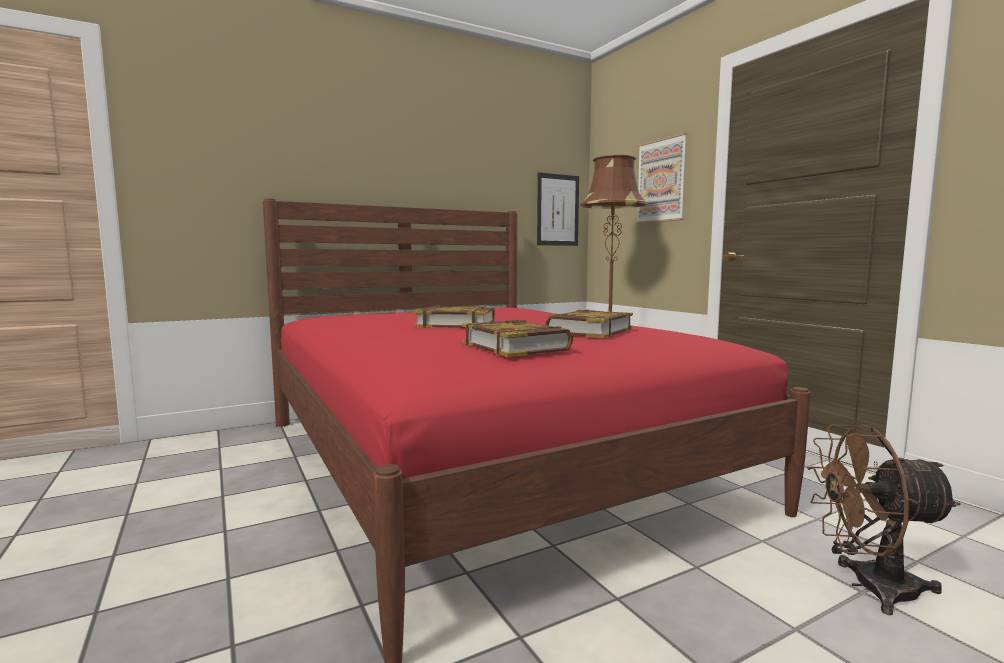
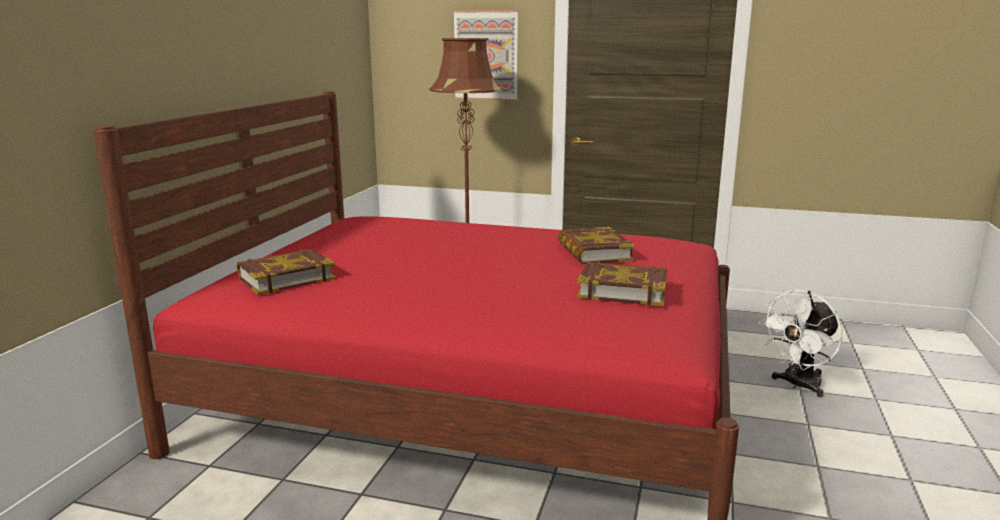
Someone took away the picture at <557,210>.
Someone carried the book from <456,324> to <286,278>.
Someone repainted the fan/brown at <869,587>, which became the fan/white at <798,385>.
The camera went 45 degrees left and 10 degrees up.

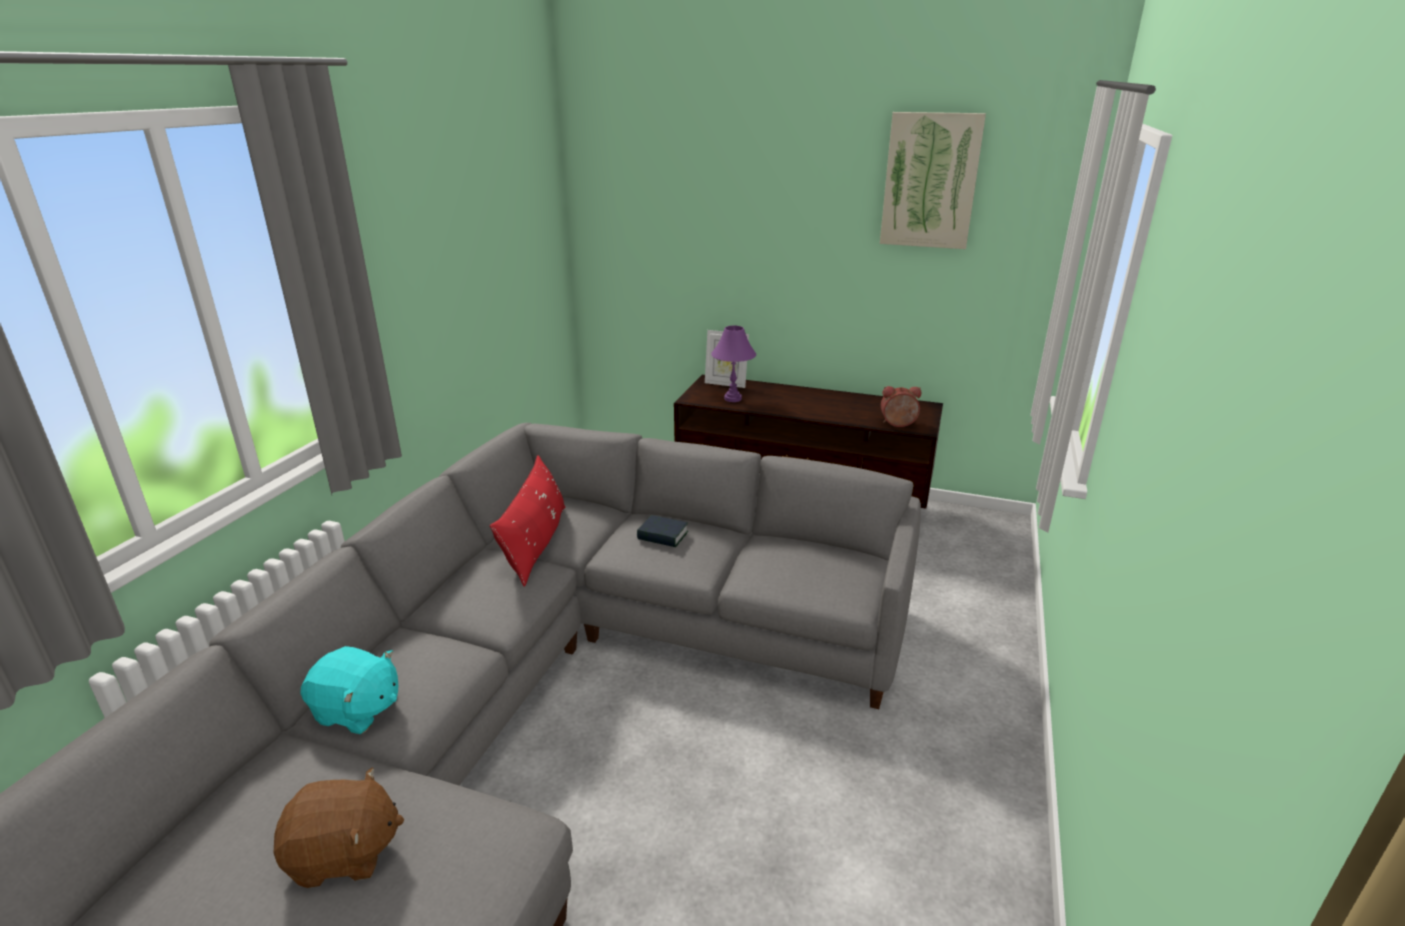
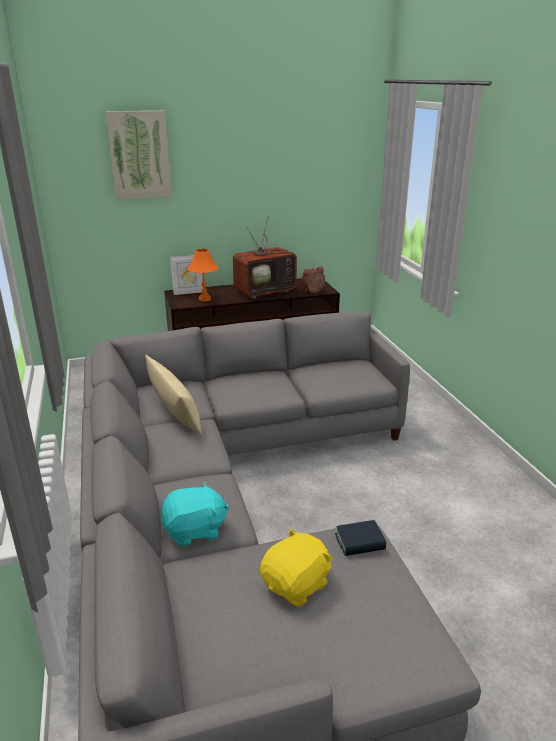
Someone carried the picture from <930,181> to <139,155>.
Someone repainted the table lamp/purple at <732,398>, which became the table lamp/orange at <204,299>.
Someone repainted the pillow/red at <536,543>, which became the pillow/beige at <175,412>.
Someone carried the book from <663,536> to <360,542>.
Someone repainted the plush toy/brown at <344,854>, which became the plush toy/yellow at <296,585>.
Someone put down the television at <265,291>.
The camera went 35 degrees left and 0 degrees up.

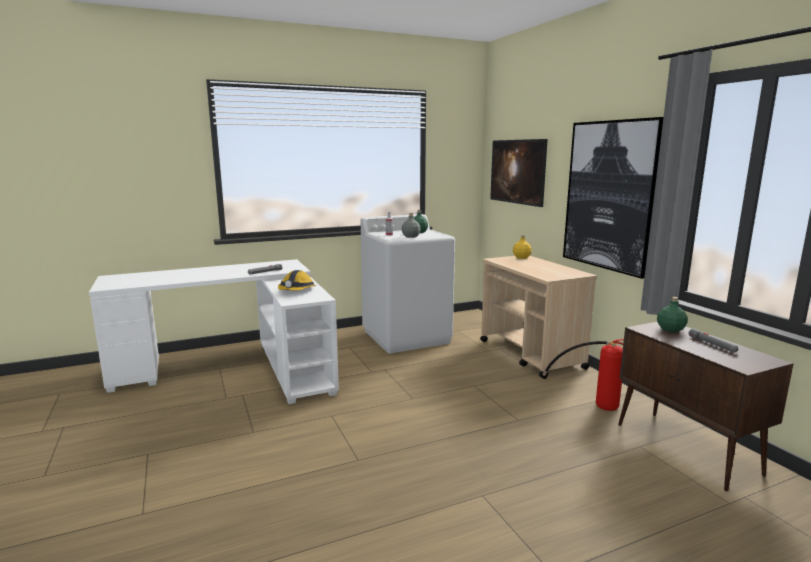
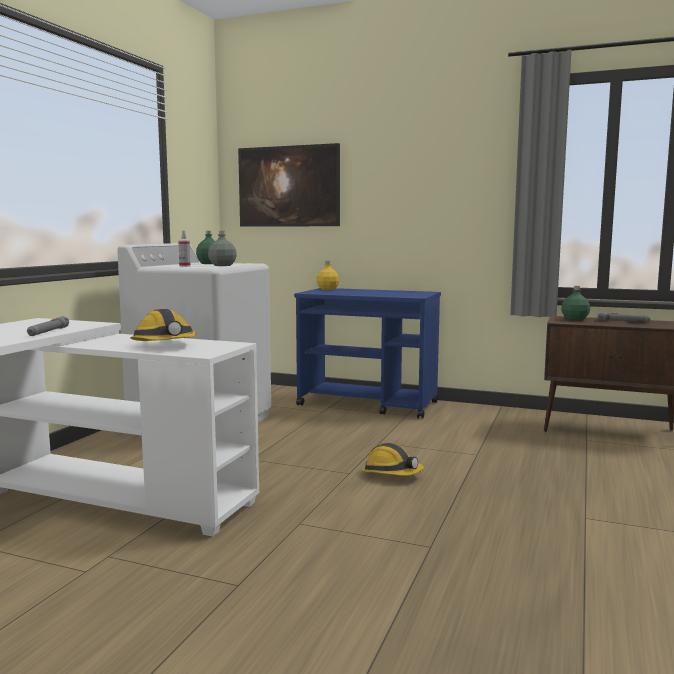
Someone took away the picture at <609,195>.
Someone repainted the cart/beige at <531,354>, which became the cart/blue at <369,404>.
Someone took away the fire extinguisher at <593,403>.
Someone put down the hard hat at <392,474>.
The camera went 45 degrees left and 5 degrees down.

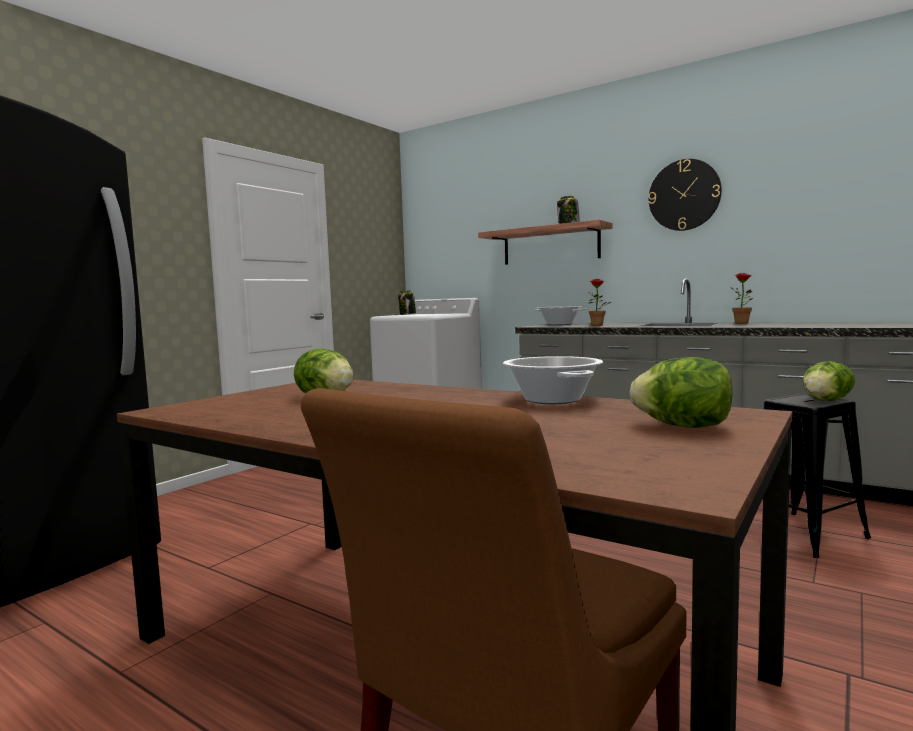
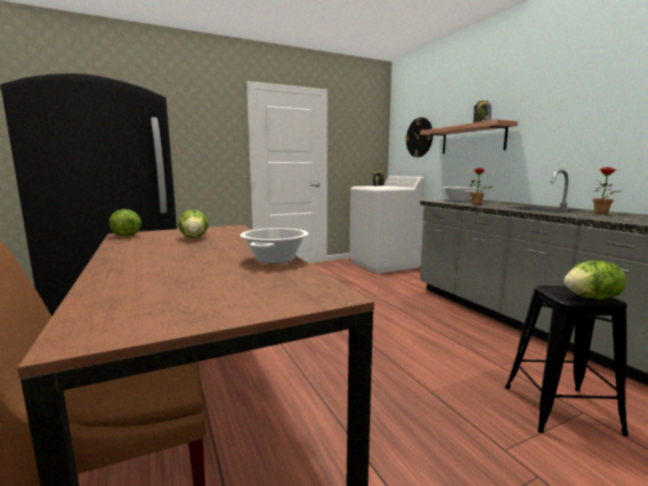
Someone carried the wall clock from <684,195> to <419,137>.
Someone carried the lettuce from <683,427> to <126,236>.
The camera went 30 degrees right and 5 degrees up.

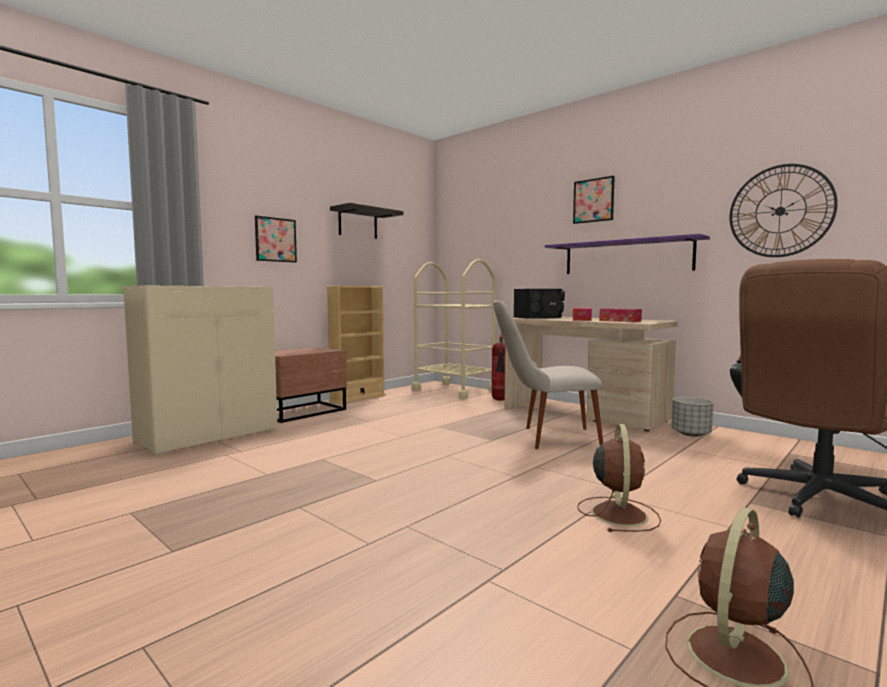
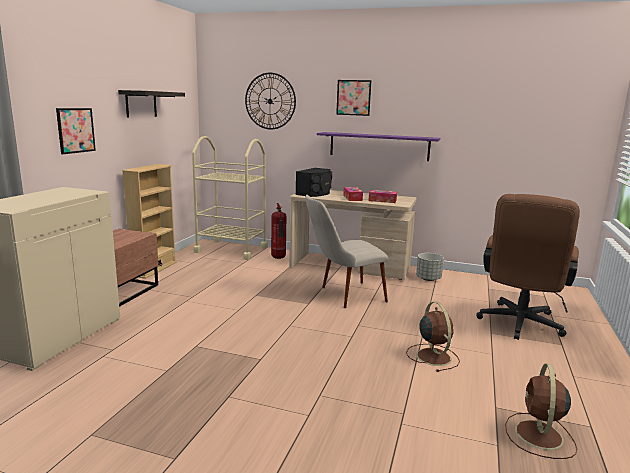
Someone carried the wall clock from <780,211> to <270,101>.
The camera went 25 degrees left and 10 degrees up.

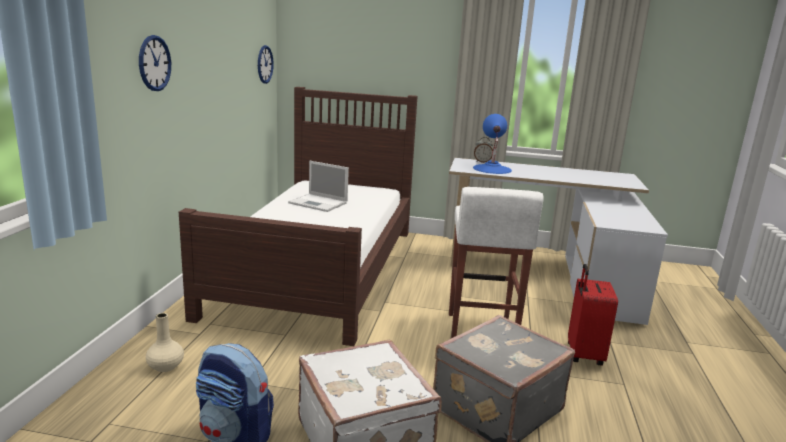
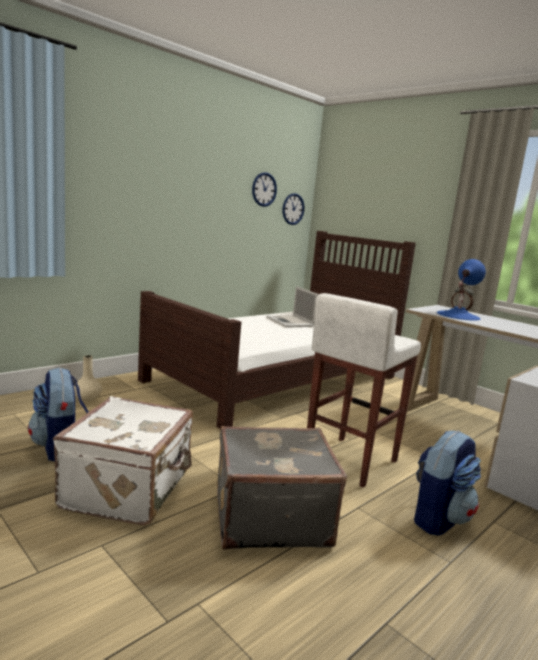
Someone carried the wall clock from <154,63> to <264,189>.
Someone swapped the suitcase/red at <583,355> for the backpack at <438,518>.
The camera went 35 degrees right and 5 degrees down.

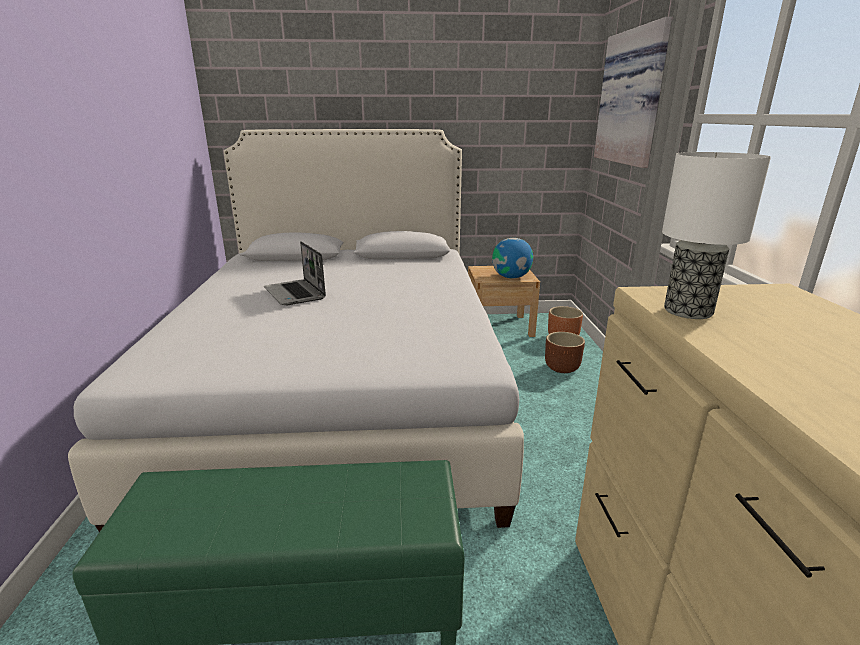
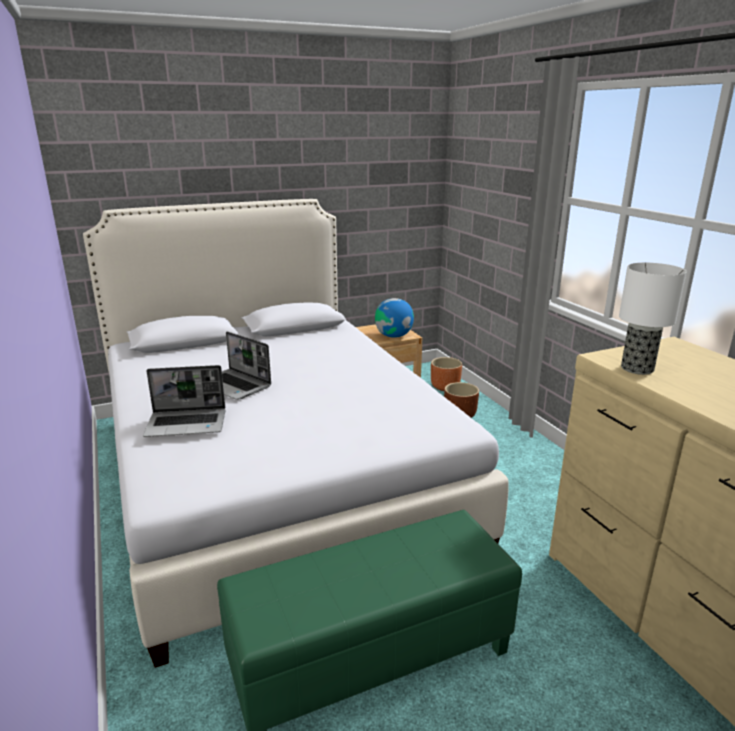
Someone took away the picture at <634,98>.
Someone put down the laptop at <187,424>.
The camera went 20 degrees left and 0 degrees up.

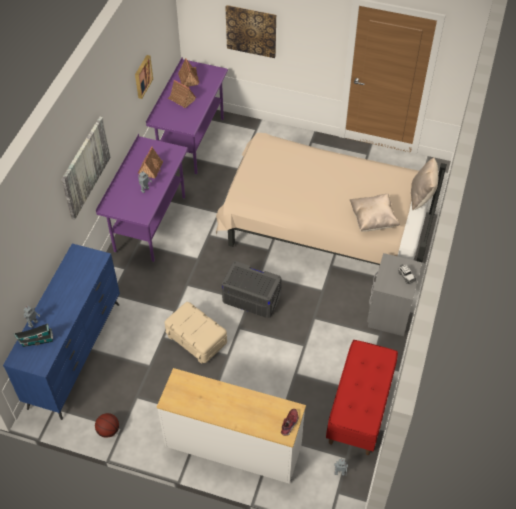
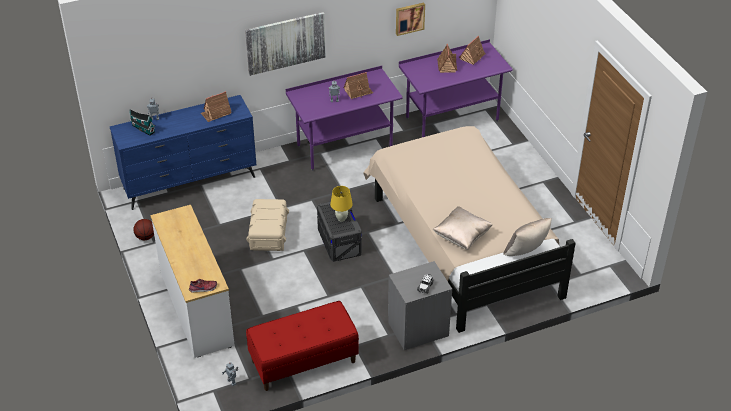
Someone took away the picture at <251,31>.
Someone put down the toy house at <216,113>.
Someone put down the table lamp/yellow at <341,218>.
The camera went 50 degrees right and 10 degrees down.

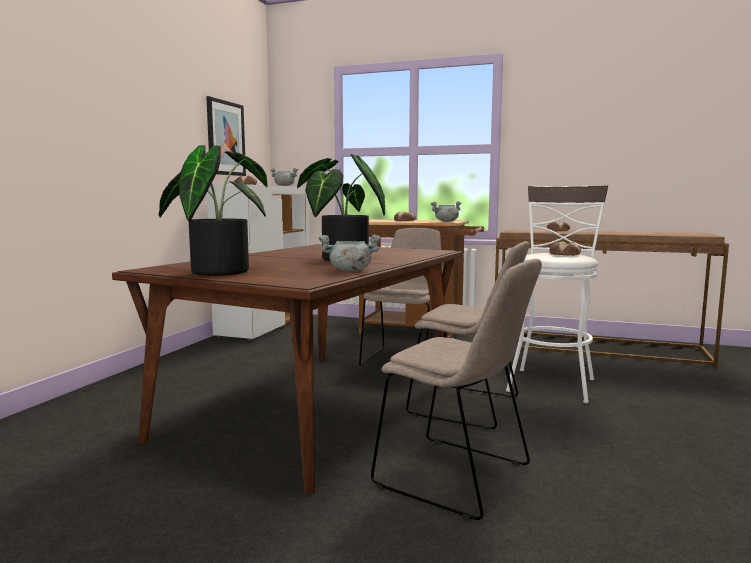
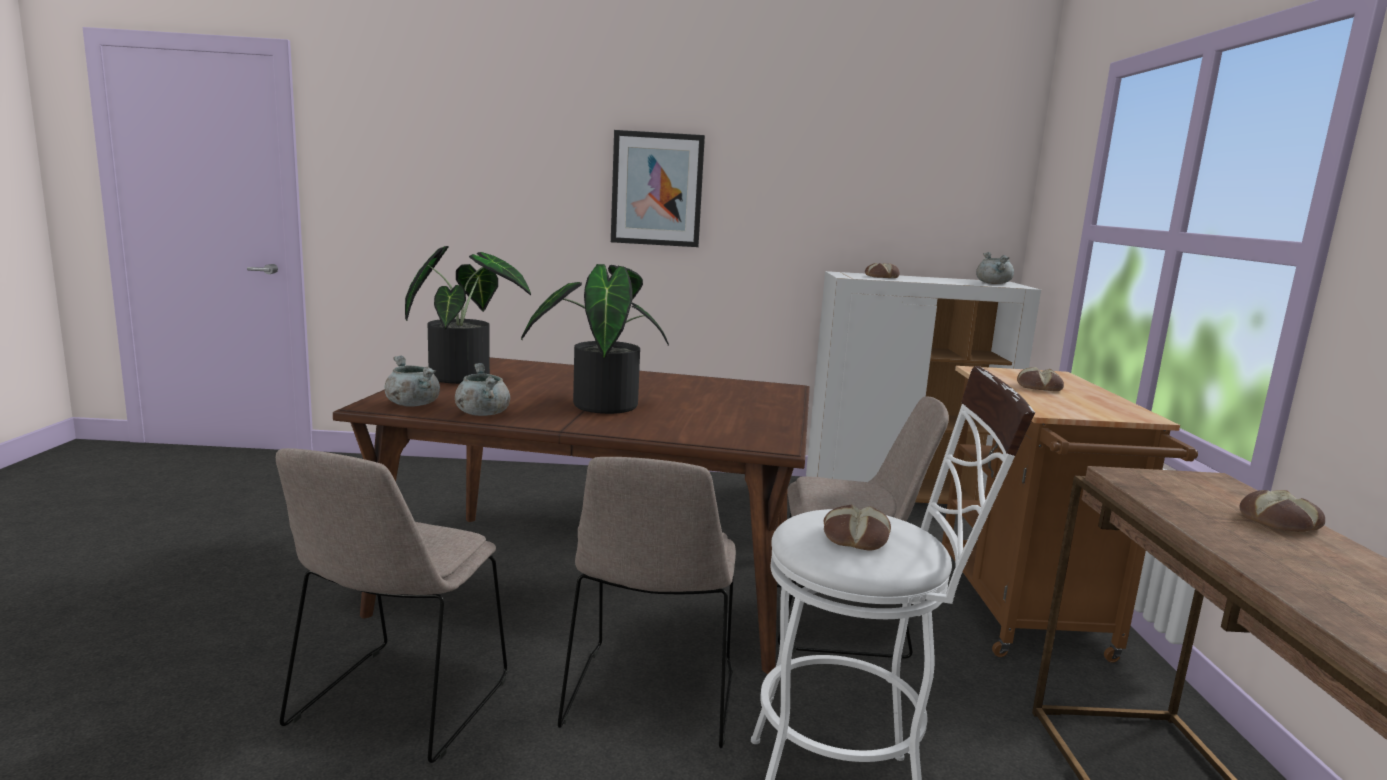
Someone carried the picture from <225,138> to <657,189>.
Someone carried the cooking pot/grey from <446,221> to <412,404>.
The camera went 70 degrees right and 5 degrees up.

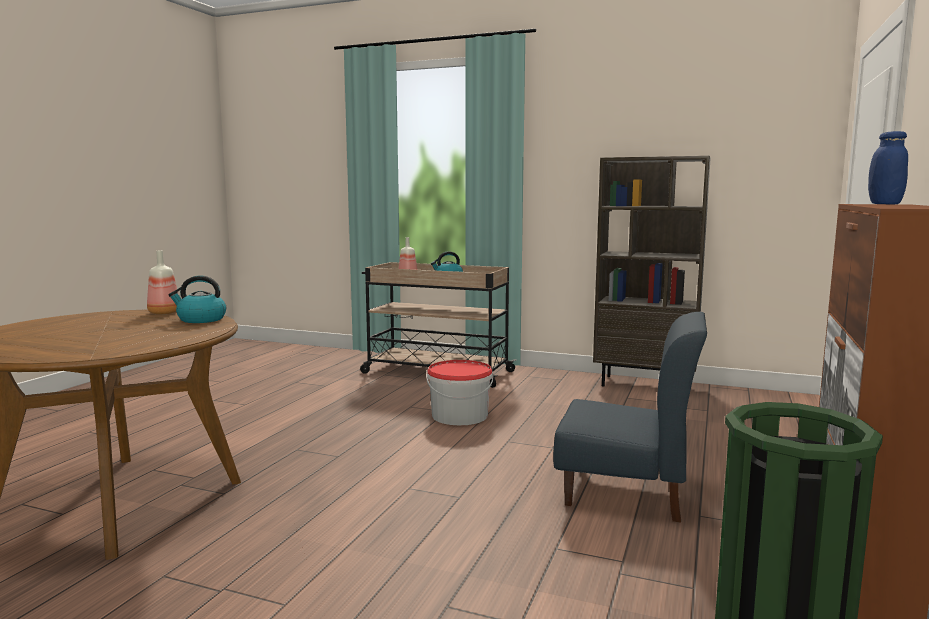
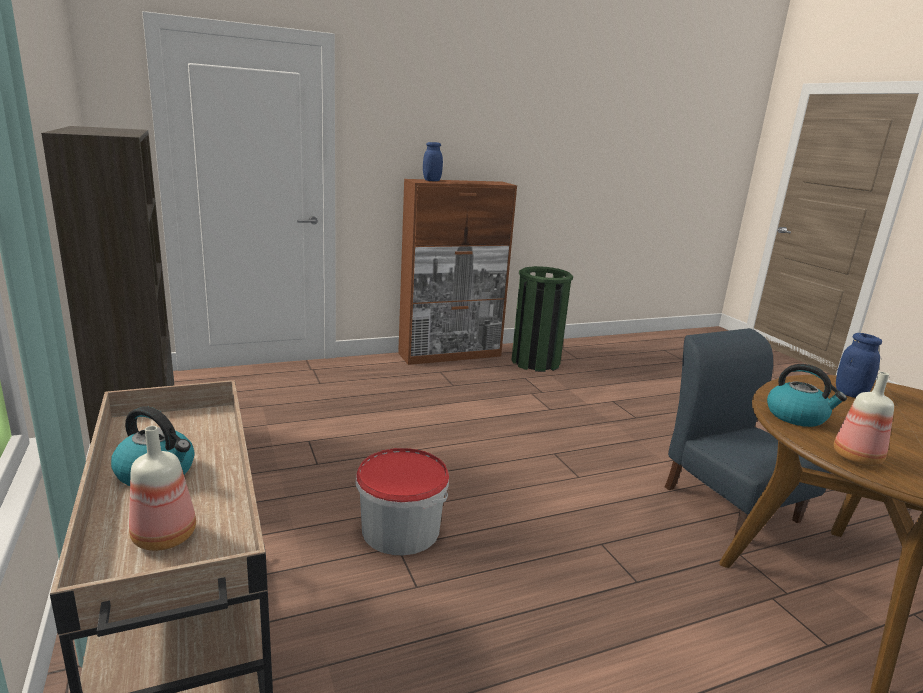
Someone carried the chair/blue from <625,492> to <730,503>.
Someone put down the jar/blue at <850,393>.
The camera went 135 degrees left and 10 degrees up.

